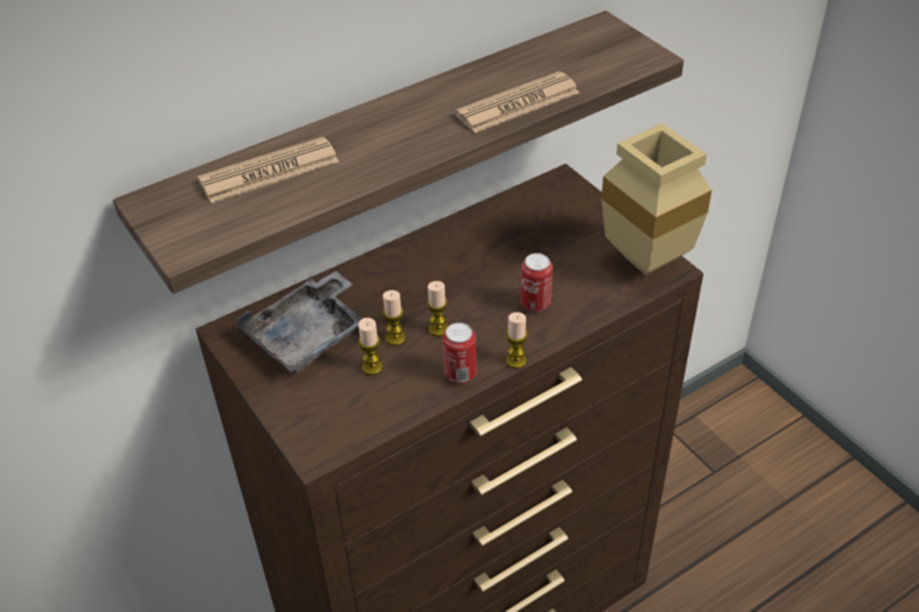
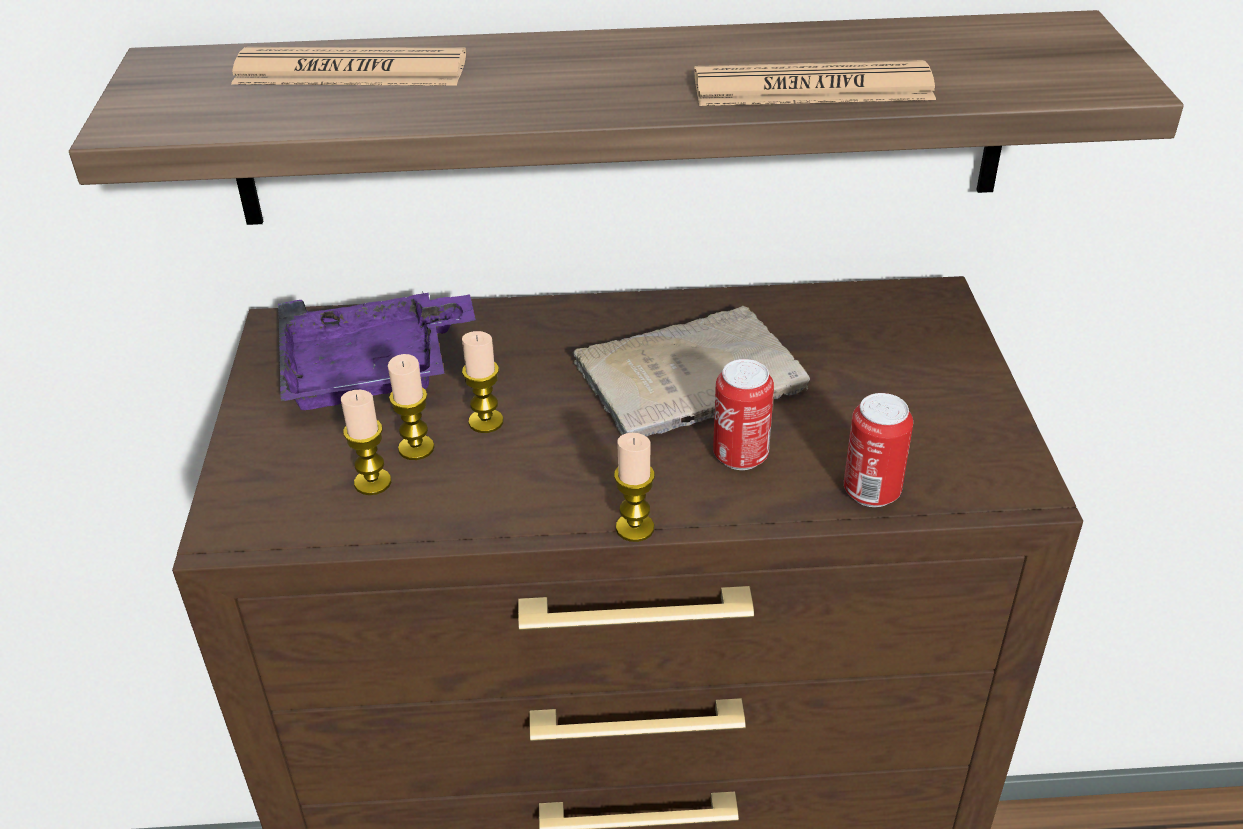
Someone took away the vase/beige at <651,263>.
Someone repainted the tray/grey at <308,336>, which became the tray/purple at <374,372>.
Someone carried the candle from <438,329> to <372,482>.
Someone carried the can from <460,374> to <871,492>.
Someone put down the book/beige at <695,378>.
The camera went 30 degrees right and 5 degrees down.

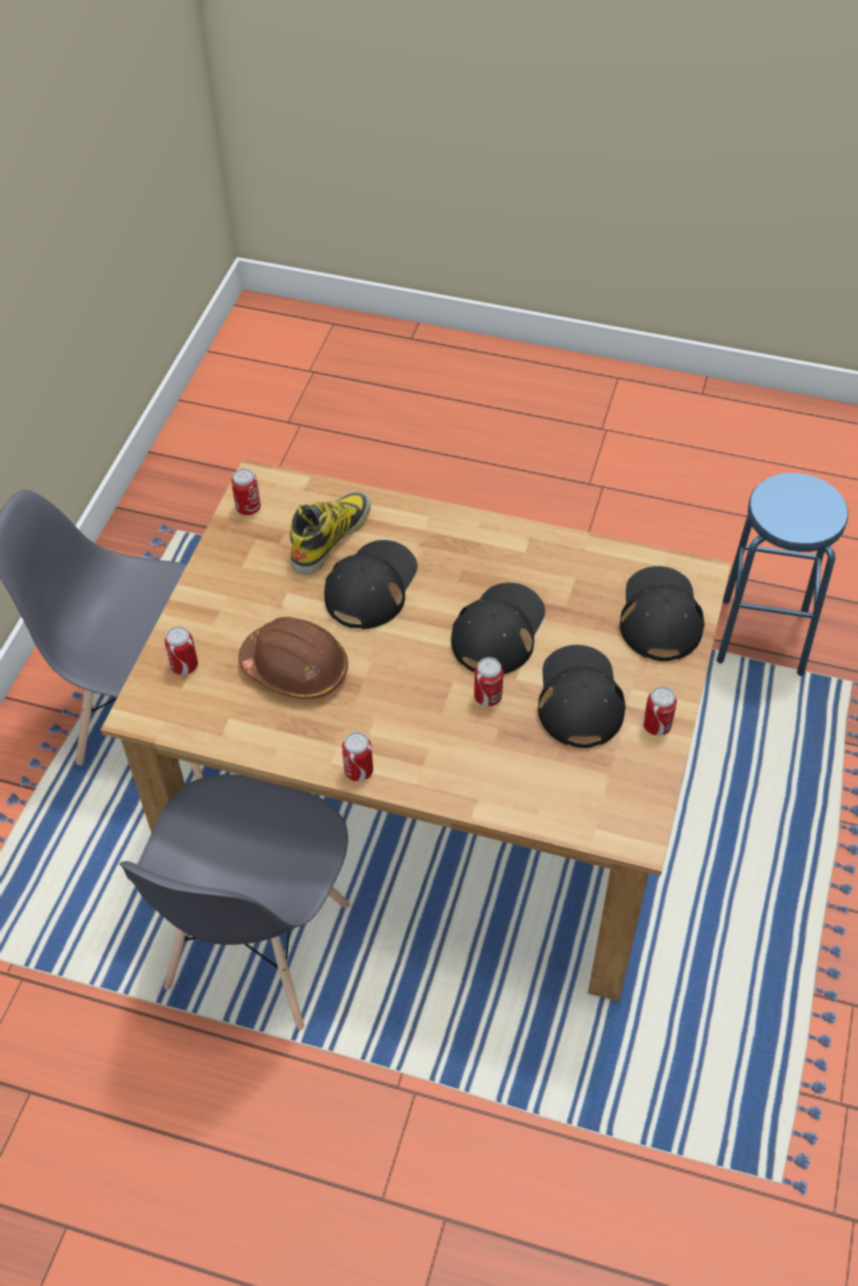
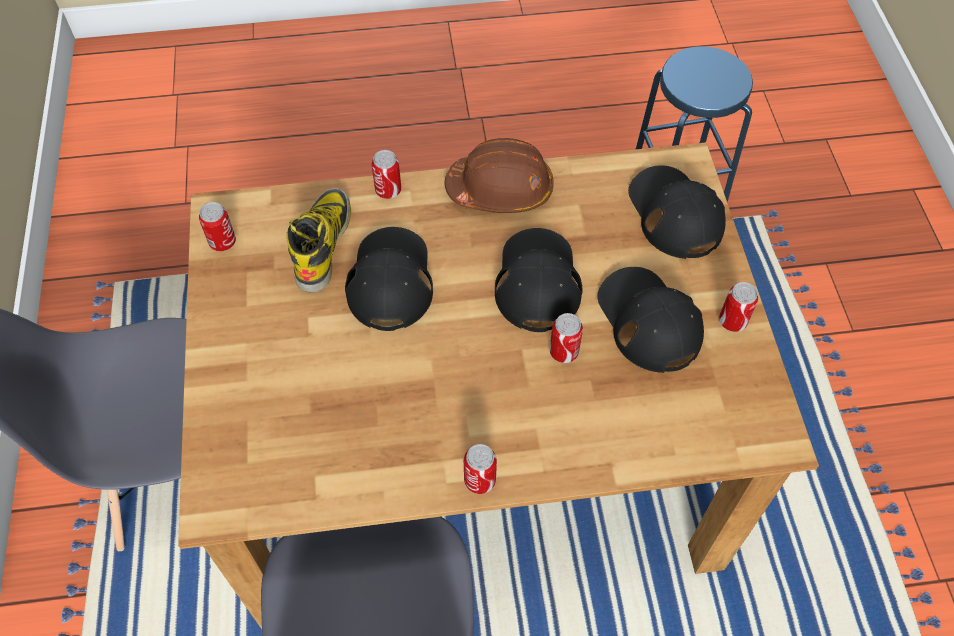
Someone carried the hard hat/brown from <295,668> to <500,190>.
Someone carried the can from <184,666> to <388,191>.
The camera went 25 degrees left and 5 degrees up.

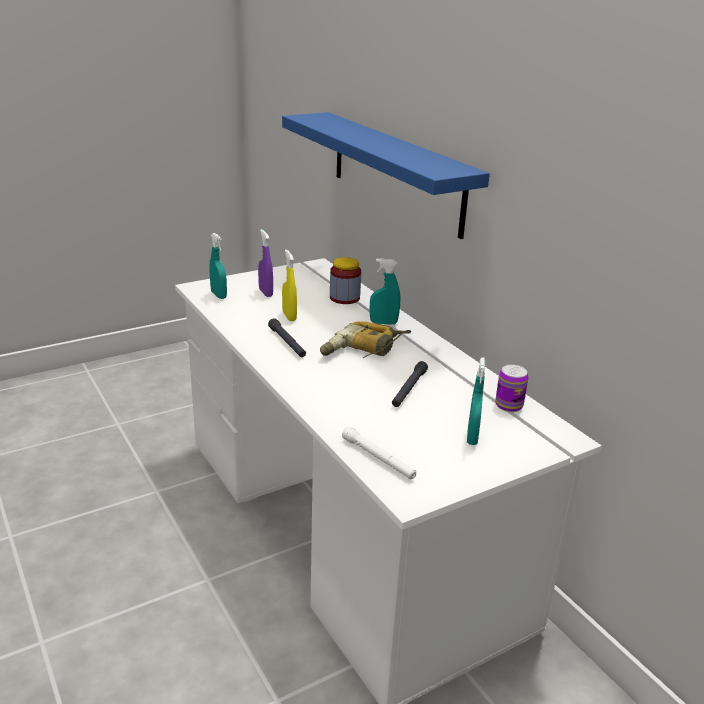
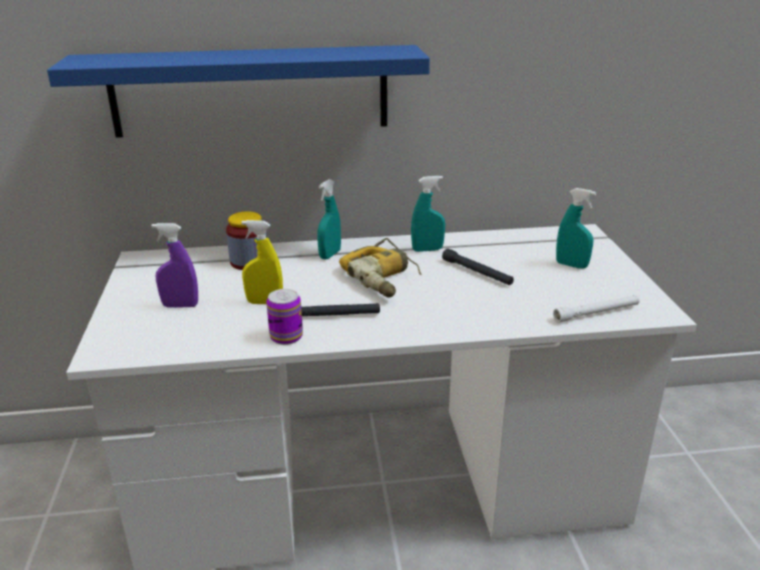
Someone carried the spray bottle/turquoise from <219,295> to <427,250>.
Someone carried the can from <509,405> to <286,337>.
The camera went 65 degrees left and 0 degrees up.

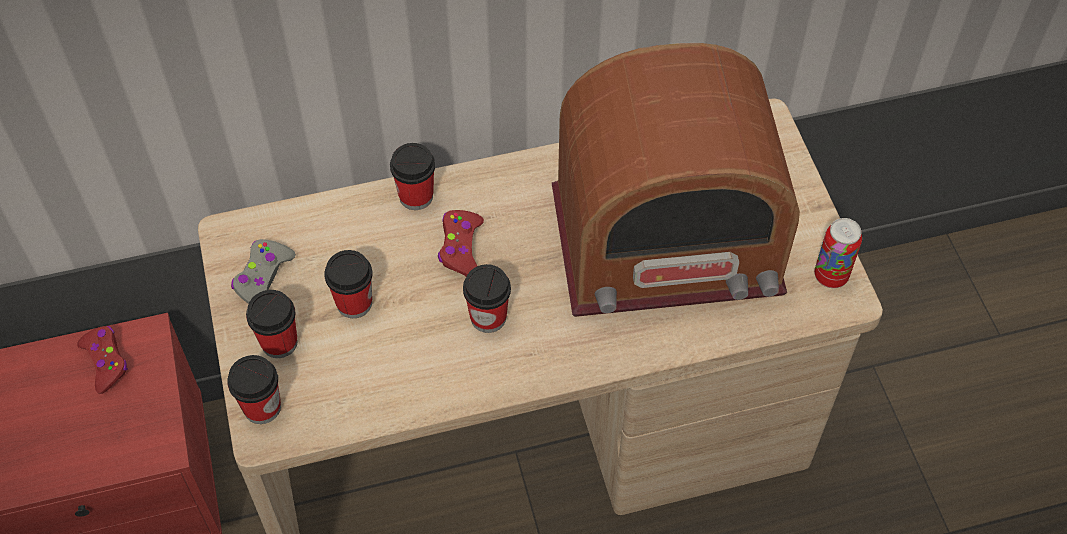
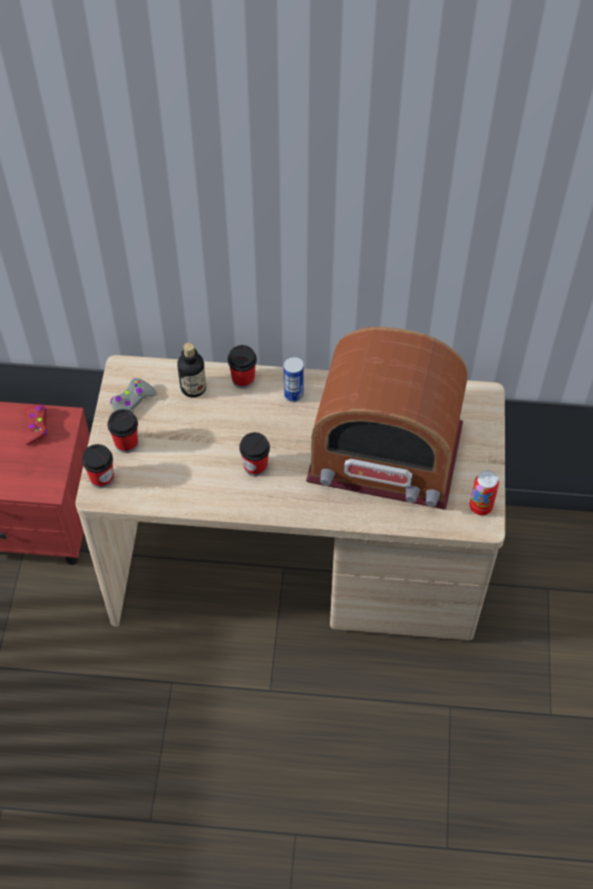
Someone took away the game controller/red at <461,248>.
Someone took away the cup at <354,303>.
Someone put down the bottle at <193,388>.
Someone put down the can at <293,395>.
The camera went 20 degrees right and 0 degrees up.

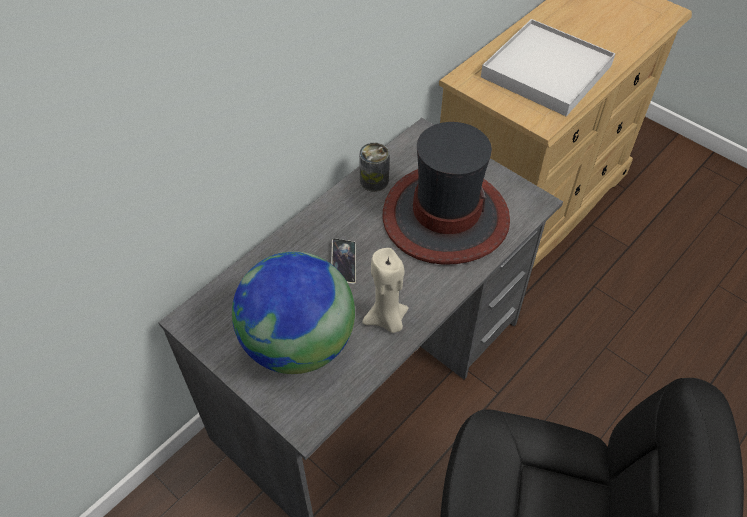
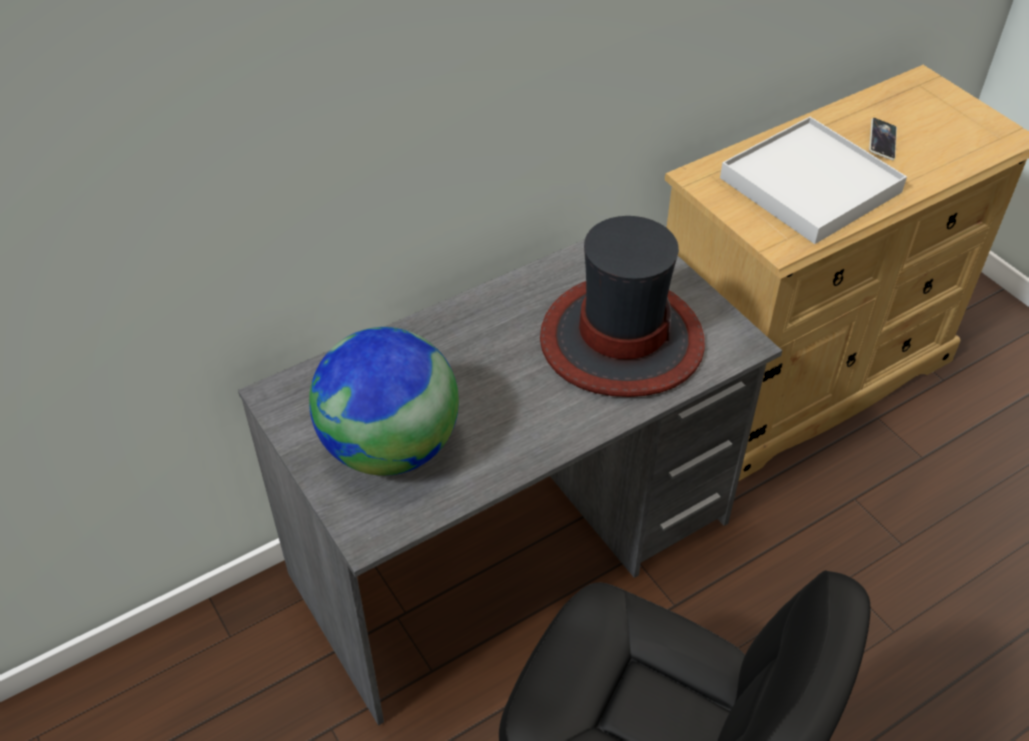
Someone took away the can at <374,180>.
Someone carried the phone from <343,263> to <882,142>.
Someone took away the candle/beige at <387,320>.
The camera went 15 degrees right and 5 degrees down.

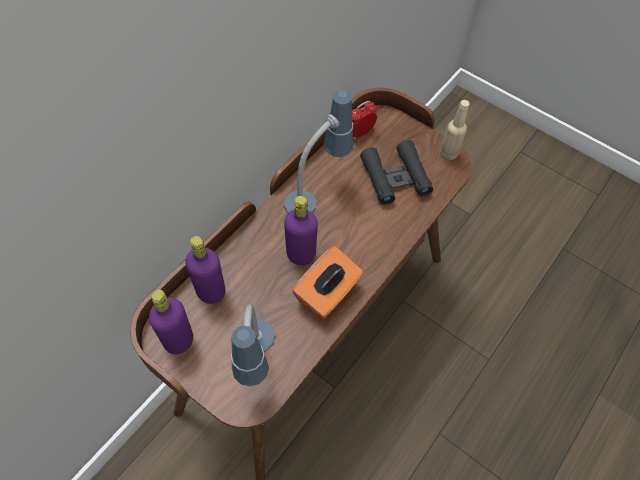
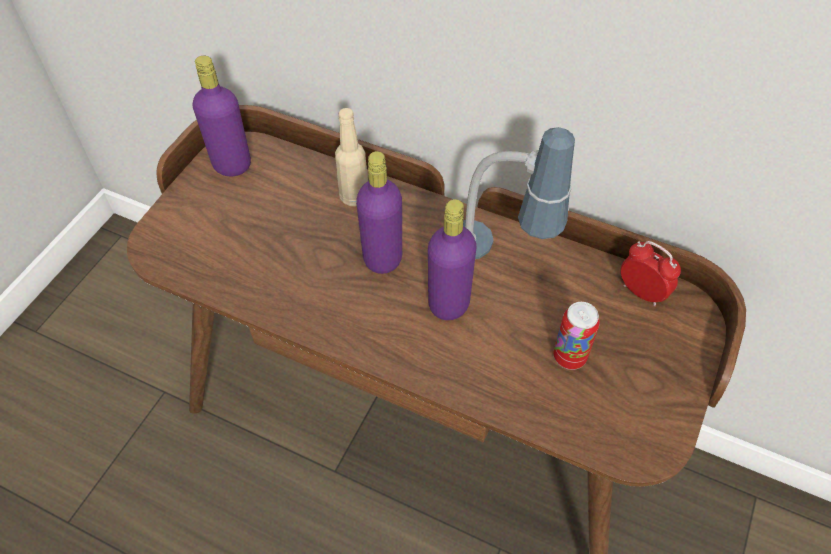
Someone carried the bottle/beige from <448,153> to <354,197>.
Someone swapped the binoculars/black at <395,177> for the can at <569,357>.
Someone carried the bottle/purple from <211,292> to <448,304>.
Someone took away the tissue box/orange at <327,294>.
Someone took away the table lamp at <255,361>.
The camera went 80 degrees right and 5 degrees down.

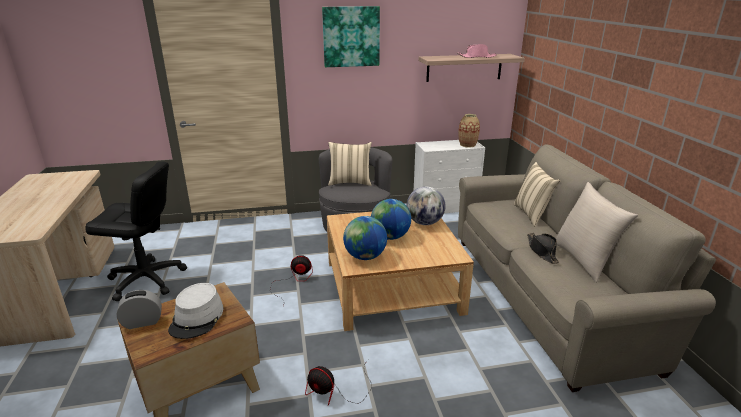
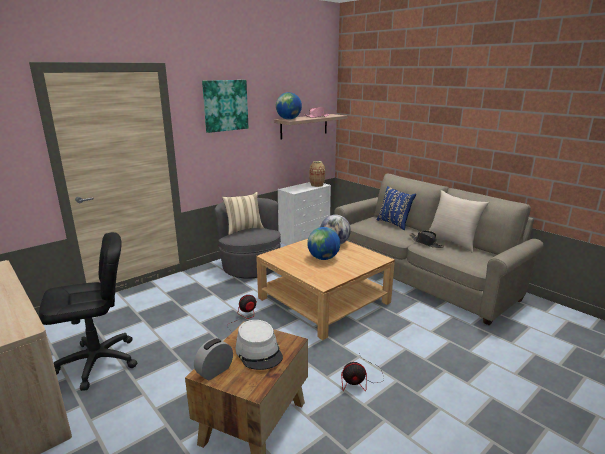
Someone repainted the pillow/beige at <532,214>, which became the pillow/blue at <394,223>.
Someone carried the globe from <365,257> to <288,119>.
The camera went 30 degrees left and 5 degrees down.

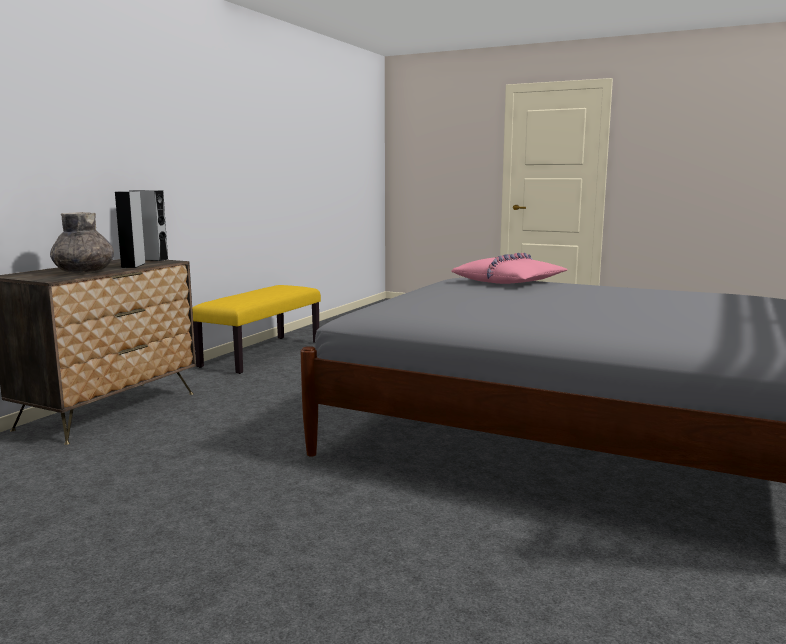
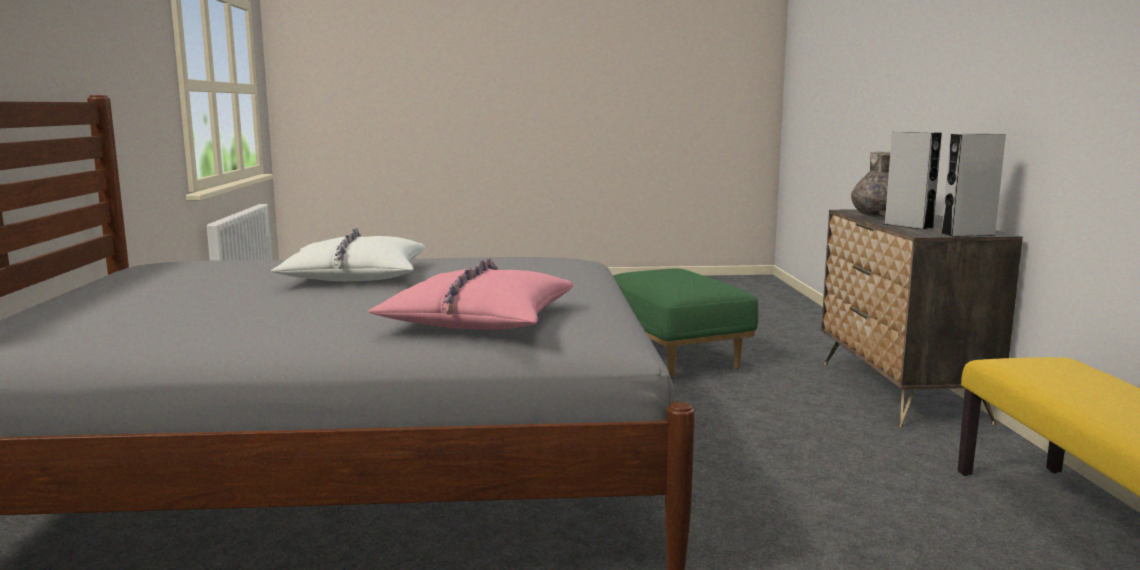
Someone put down the pillow/white at <355,275>.
Someone put down the ottoman/green at <676,357>.
The camera went 150 degrees right and 0 degrees up.

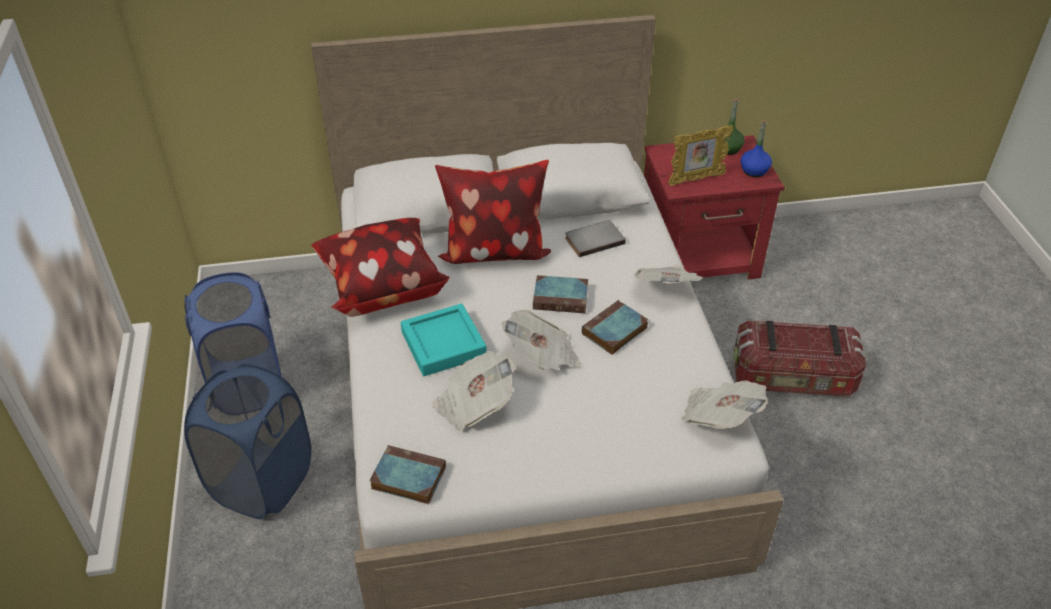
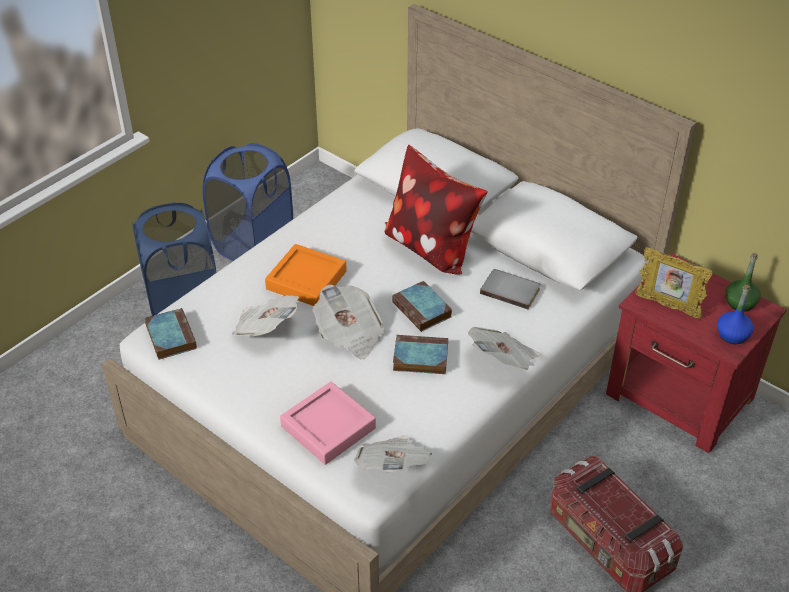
Someone took away the pillow at <381,287>.
Someone repainted the tray/turquoise at <443,344>, which became the tray/orange at <306,280>.
Someone put down the tray/pink at <328,427>.
The camera went 50 degrees right and 0 degrees up.

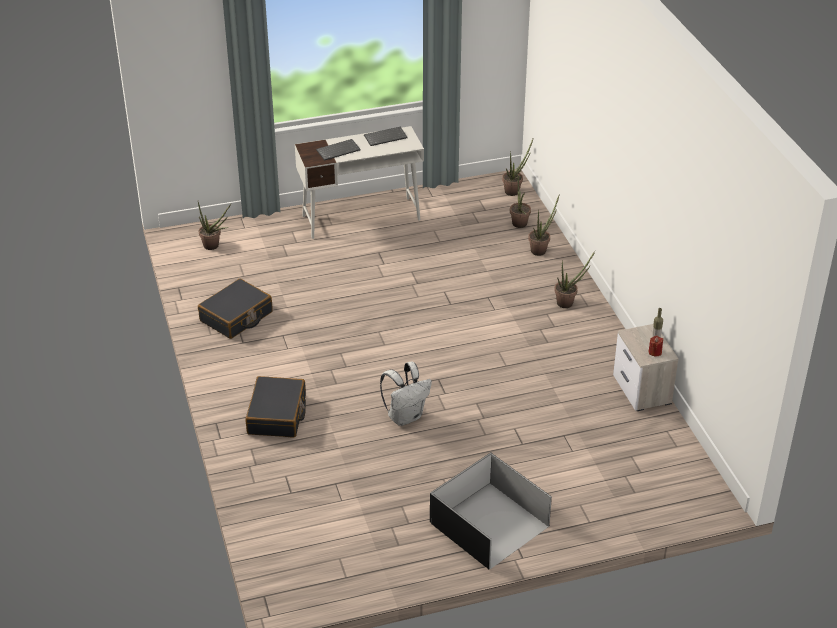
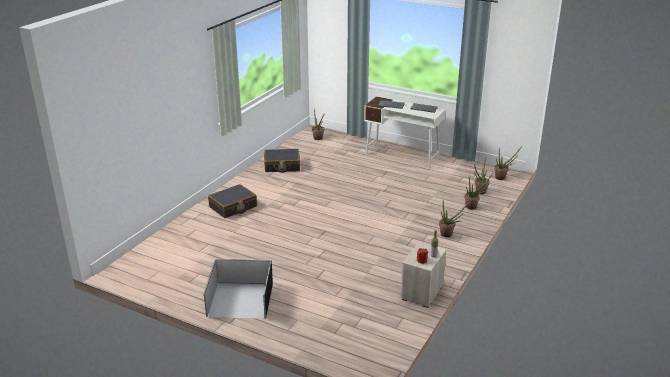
Someone took away the backpack/white at <405,416>.
The camera went 45 degrees right and 10 degrees down.

